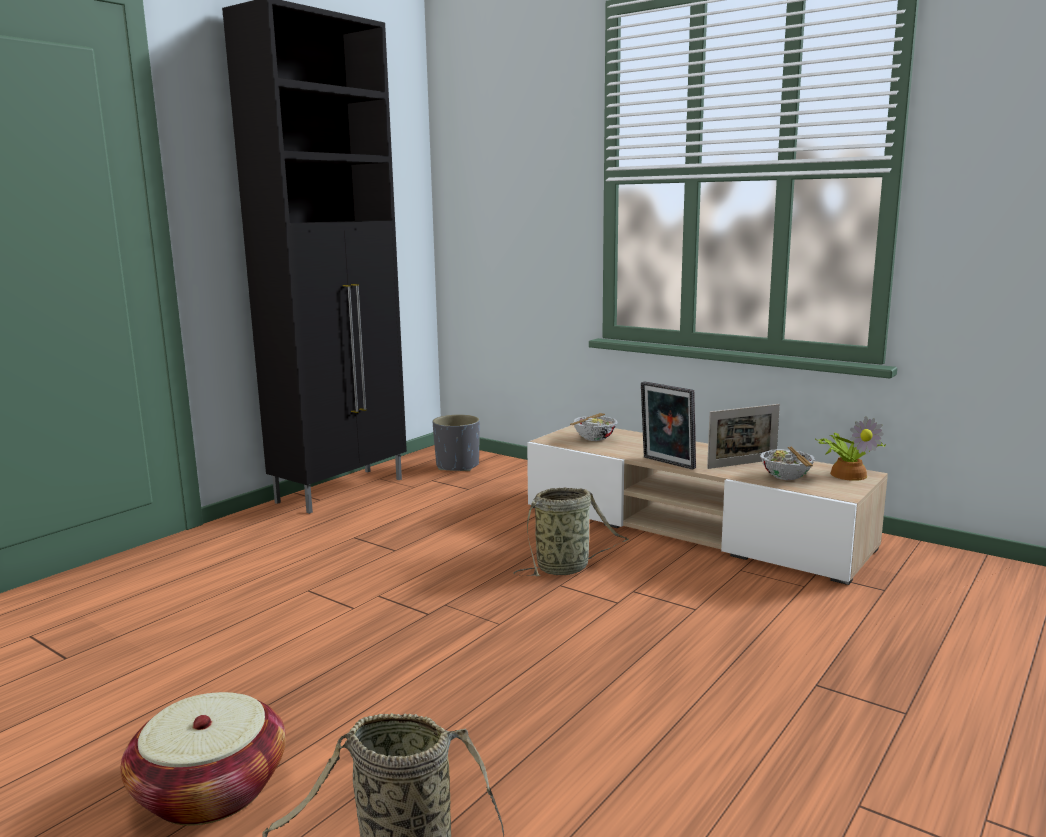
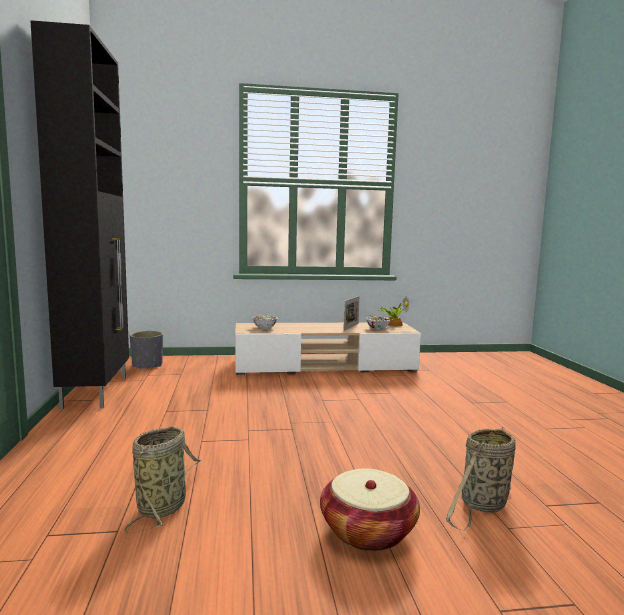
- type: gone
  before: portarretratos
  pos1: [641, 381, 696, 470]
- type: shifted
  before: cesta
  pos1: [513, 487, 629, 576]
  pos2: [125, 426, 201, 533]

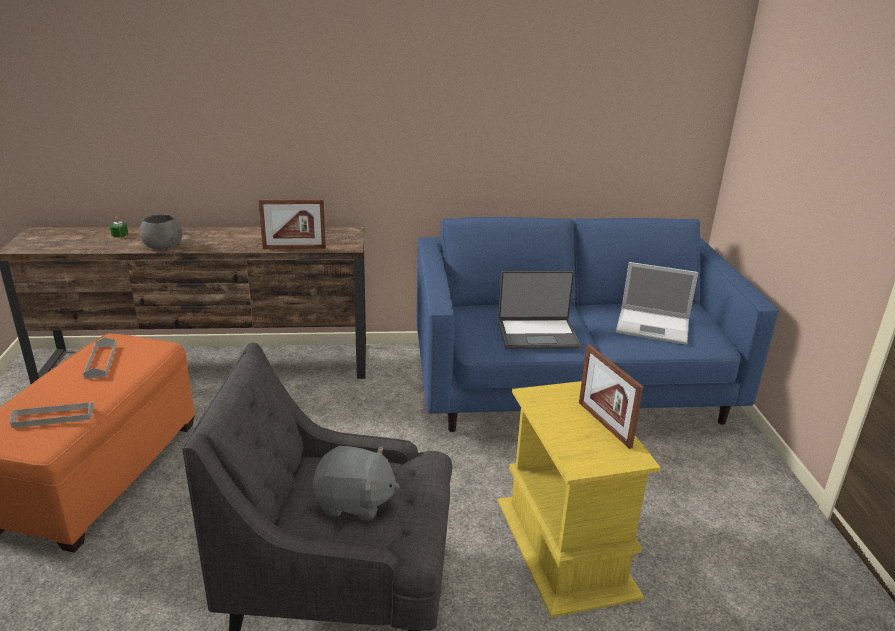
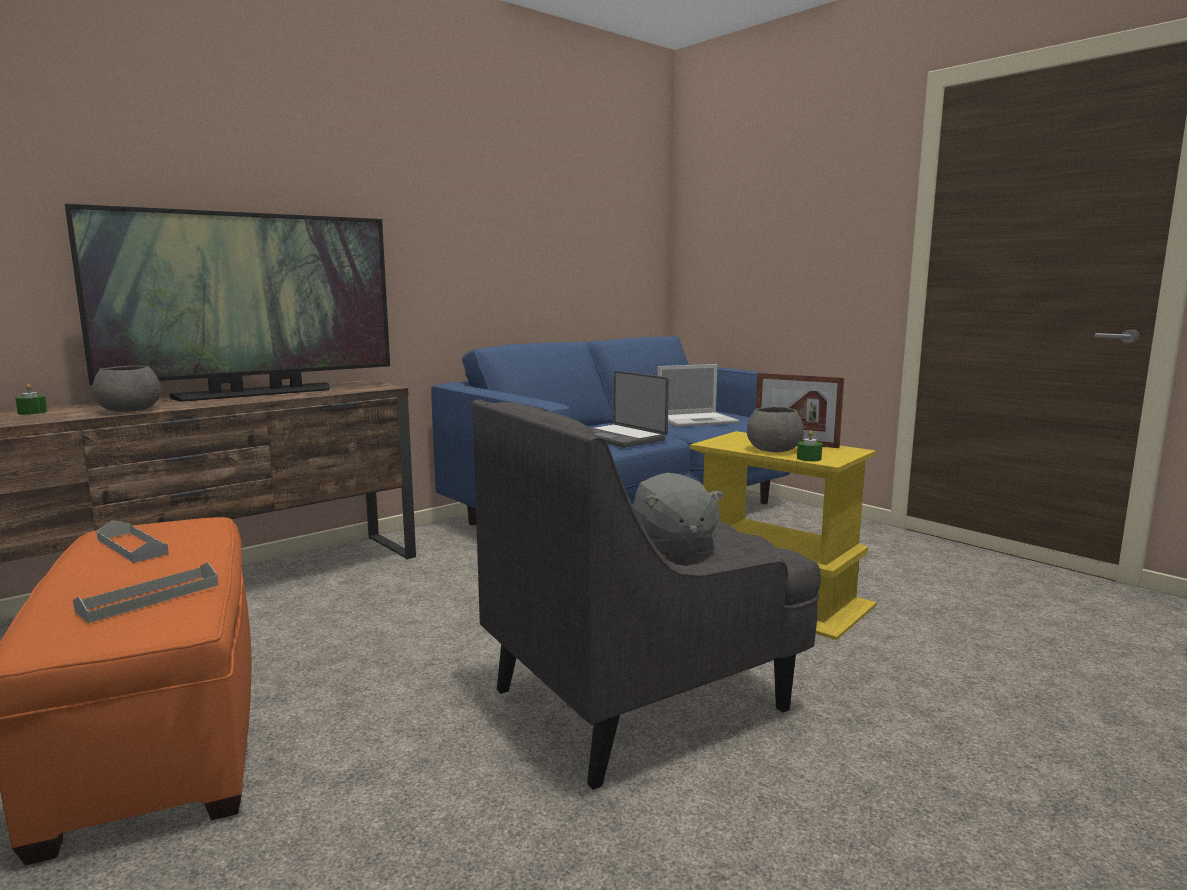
- type: gone
  before: portarretratos
  pos1: [259, 199, 326, 249]
- type: new
  after: televisor
  pos2: [65, 204, 390, 402]
- type: new
  after: cuenco [gris]
  pos2: [747, 407, 804, 452]
- type: new
  after: vela [verde]
  pos2: [797, 431, 822, 461]
- type: rotated
  before: peluche [gris]
  pos1: [313, 446, 400, 521]
  pos2: [633, 473, 725, 557]
  turn: 105
- type: rotated
  before: portátil
  pos1: [498, 271, 580, 349]
  pos2: [590, 371, 669, 448]
  turn: 90

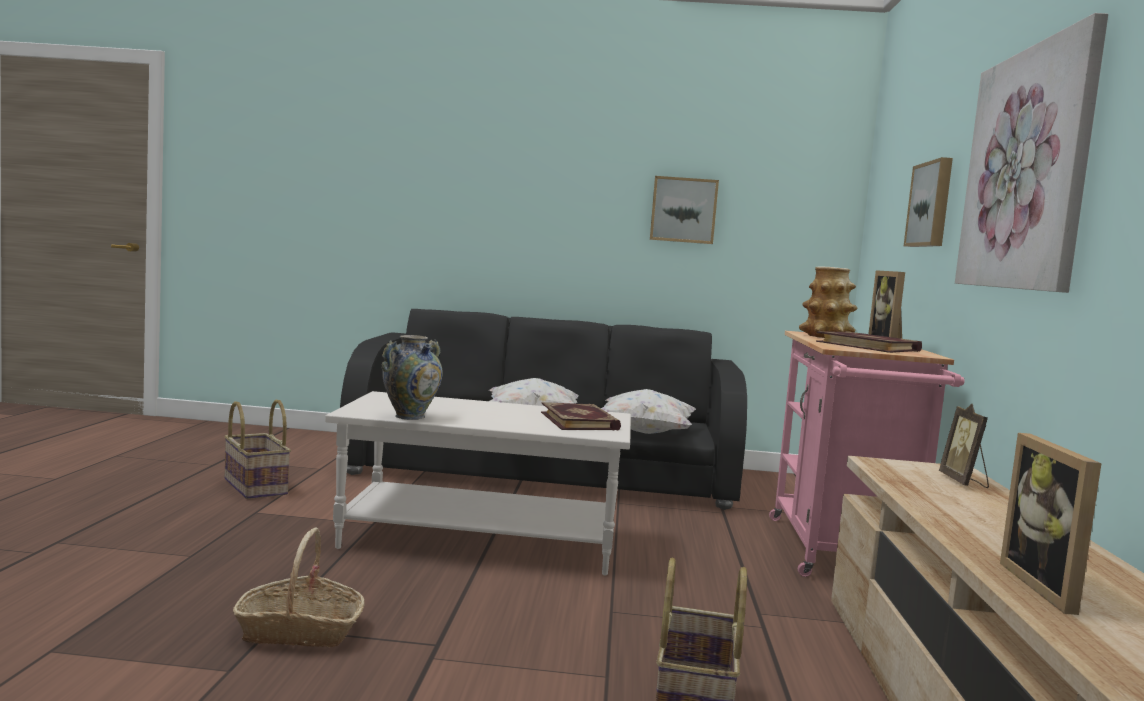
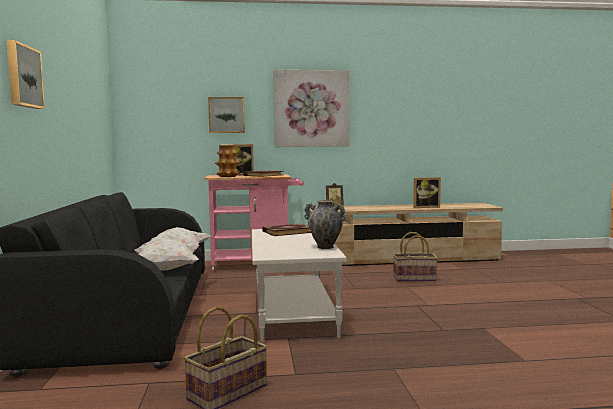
- type: gone
  before: cesta
  pos1: [233, 527, 365, 647]
- type: shifted
  before: cuadro
  pos1: [650, 176, 719, 244]
  pos2: [7, 40, 45, 109]

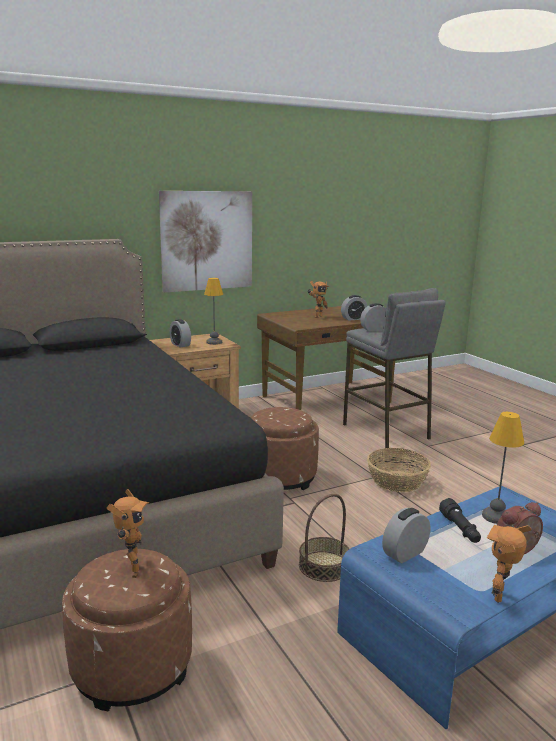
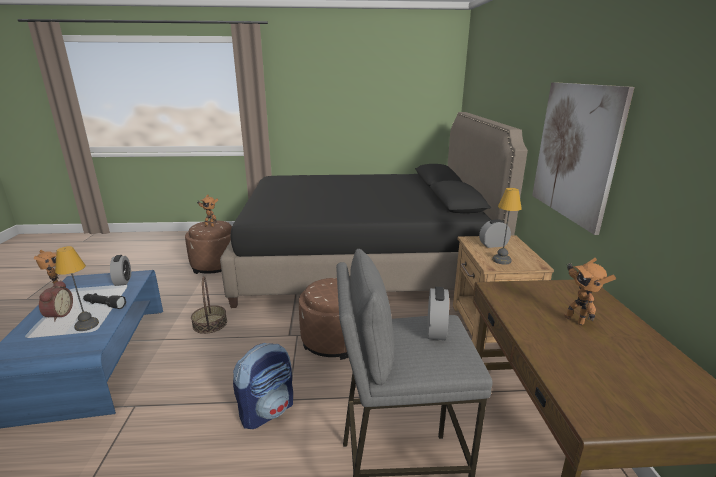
- type: gone
  before: despertador
  pos1: [341, 295, 368, 320]
- type: swapped
  before: cesta
  after: mochila
  pos1: [367, 448, 431, 492]
  pos2: [233, 343, 293, 429]

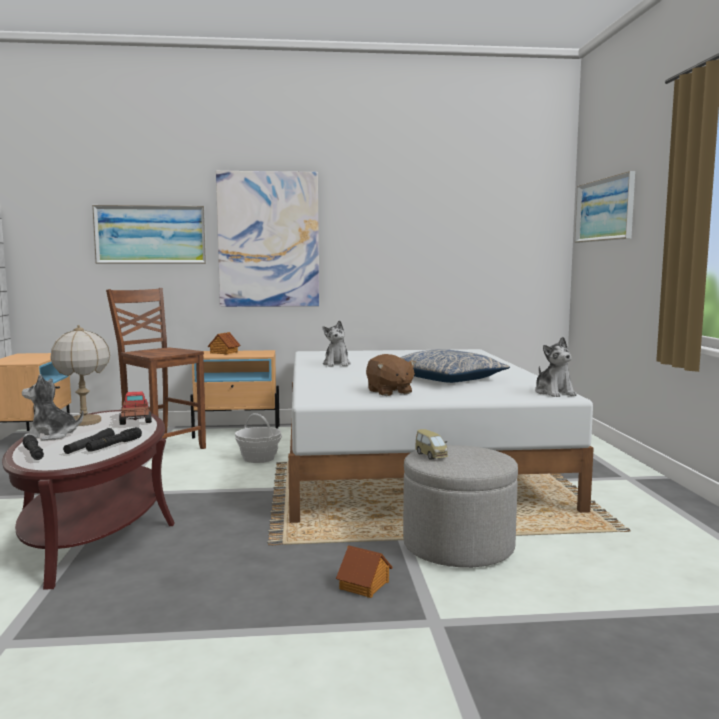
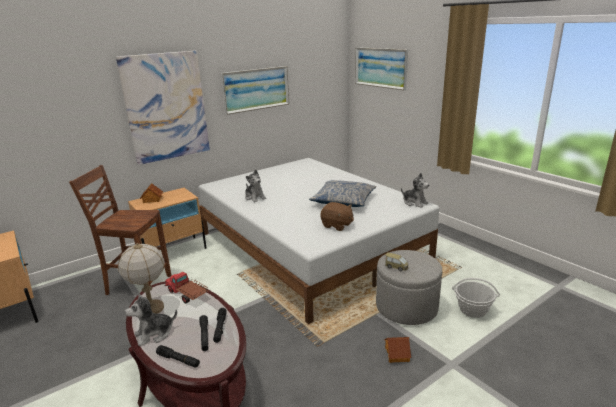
- type: shifted
  before: cuadro
  pos1: [92, 205, 207, 264]
  pos2: [221, 66, 289, 115]
- type: shifted
  before: cesta
  pos1: [235, 413, 282, 463]
  pos2: [452, 278, 500, 318]

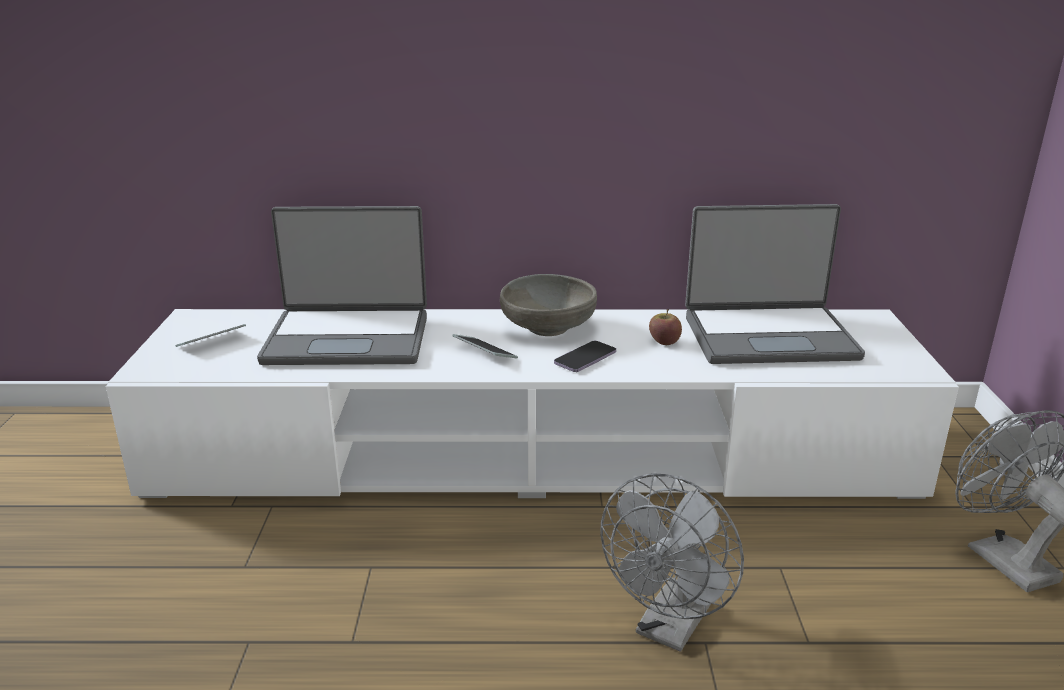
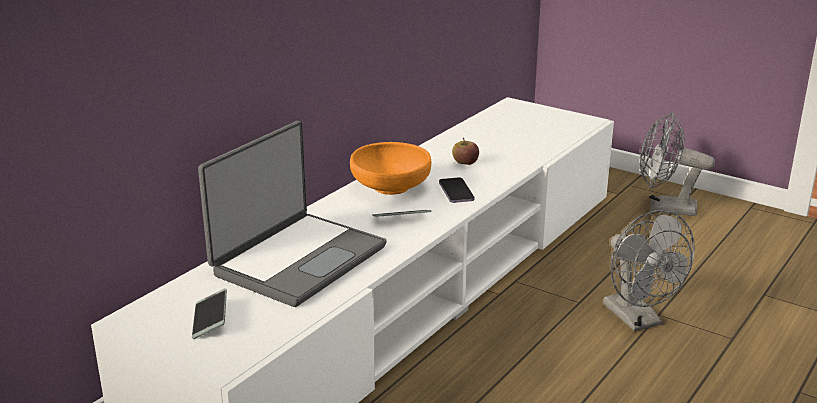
- type: gone
  before: portátil
  pos1: [685, 204, 865, 364]
- type: repainted
  before: cuenco [gris]
  after: cuenco [naranja]
  pos1: [500, 274, 597, 336]
  pos2: [350, 142, 431, 195]

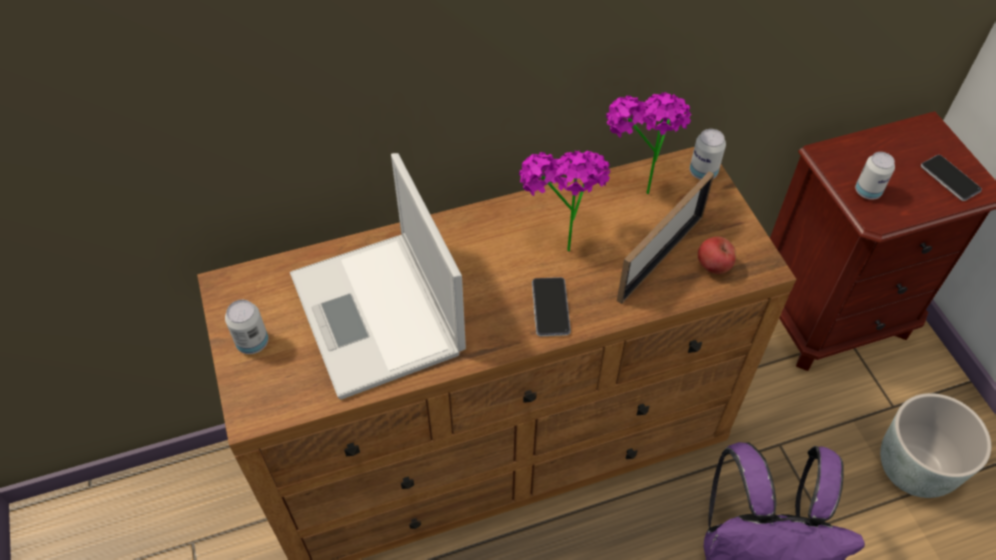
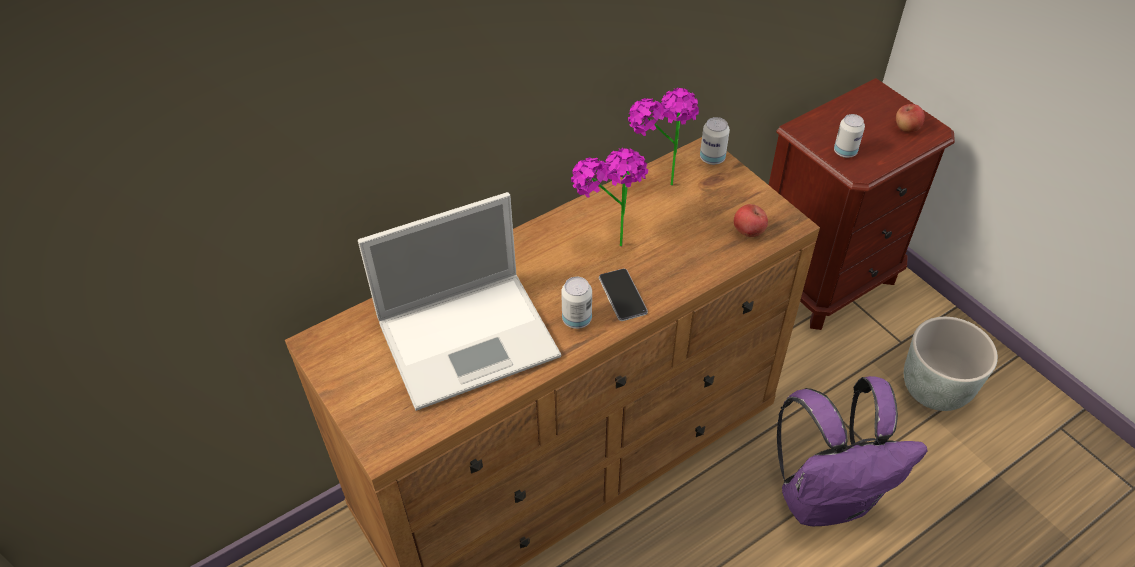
- type: gone
  before: portarretratos
  pos1: [617, 171, 714, 304]
- type: shifted
  before: lata
  pos1: [225, 300, 268, 354]
  pos2: [561, 277, 592, 329]
- type: swapped
  before: móvil
  after: manzana
  pos1: [921, 155, 982, 201]
  pos2: [896, 104, 925, 133]
- type: rotated
  before: portátil
  pos1: [290, 153, 466, 400]
  pos2: [358, 192, 561, 411]
  turn: -75

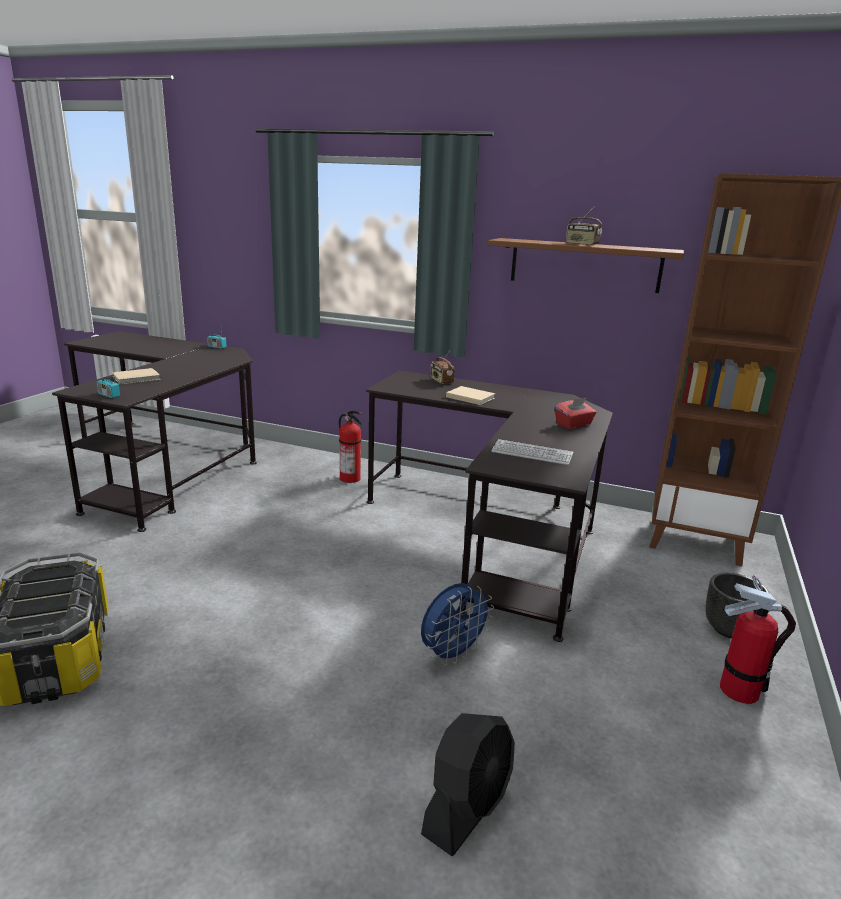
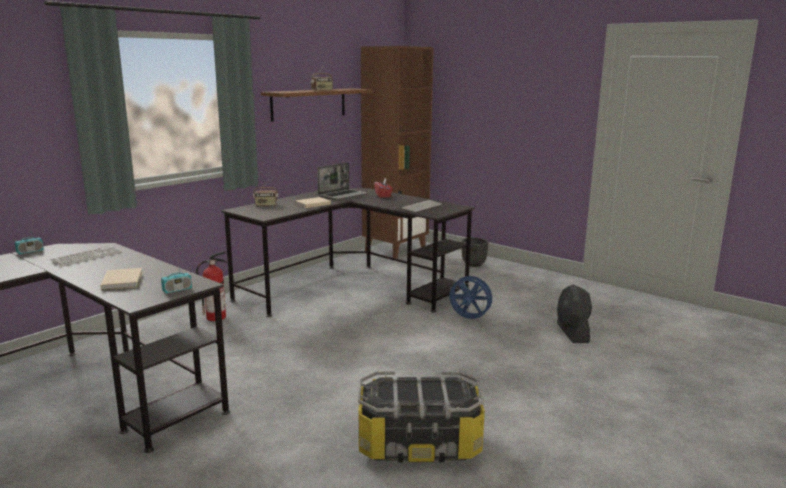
- type: gone
  before: extintor
  pos1: [720, 575, 796, 704]
- type: new
  after: teclado
  pos2: [51, 245, 121, 267]
- type: new
  after: portátil
  pos2: [317, 163, 367, 200]
- type: rotated
  before: ventilador [azul]
  pos1: [421, 583, 494, 665]
  pos2: [449, 273, 496, 319]
  turn: -45
- type: rotated
  before: ventilador [negro]
  pos1: [421, 713, 515, 856]
  pos2: [557, 284, 592, 343]
  turn: -150

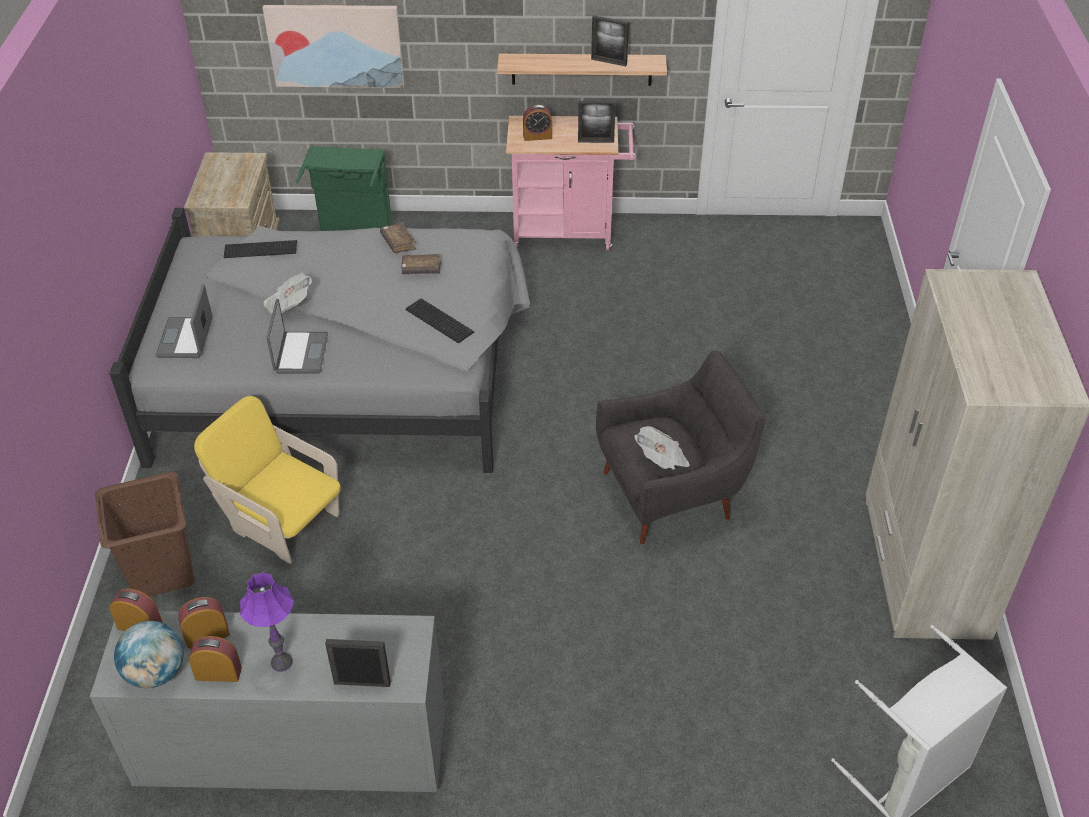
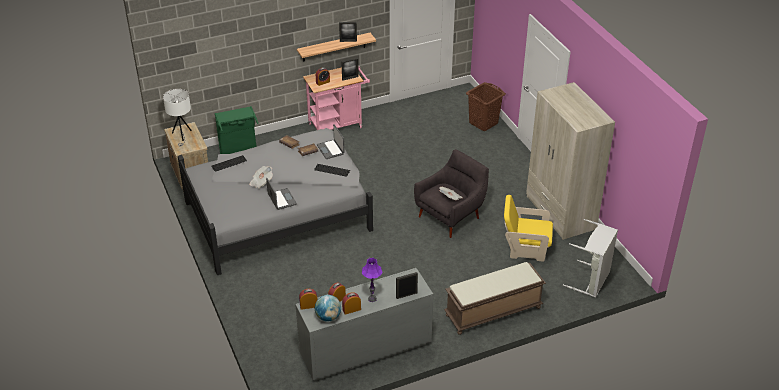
- type: gone
  before: cuadro
  pos1: [263, 5, 404, 88]
- type: new
  after: lámpara de mesa [blanco]
  pos2: [163, 89, 191, 146]
- type: new
  after: banco [marrón]
  pos2: [444, 262, 546, 335]
- type: shifted
  before: cesto de la ropa [marrón]
  pos1: [95, 472, 195, 597]
  pos2: [466, 82, 506, 131]
- type: shifted
  before: portátil
  pos1: [156, 284, 213, 358]
  pos2: [317, 124, 345, 159]
- type: shifted
  before: sillón [amarillo]
  pos1: [194, 396, 341, 564]
  pos2: [504, 195, 553, 262]

